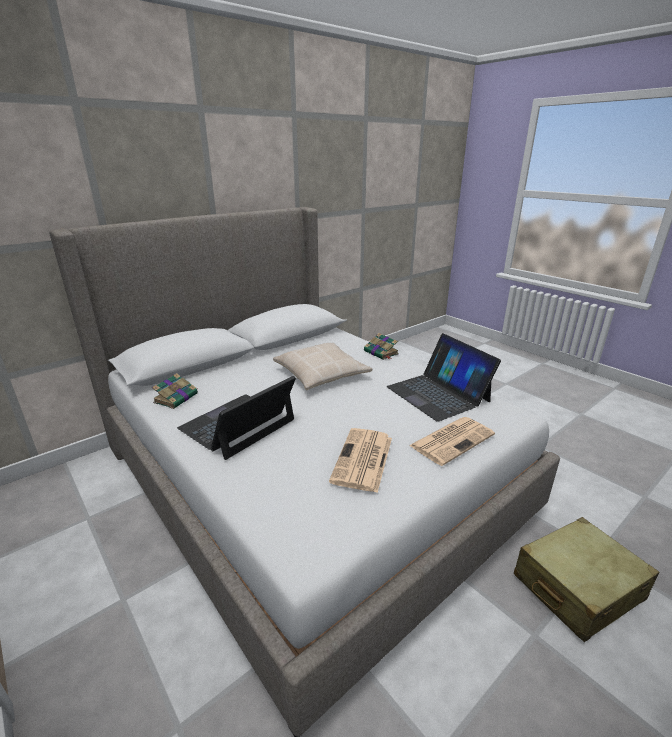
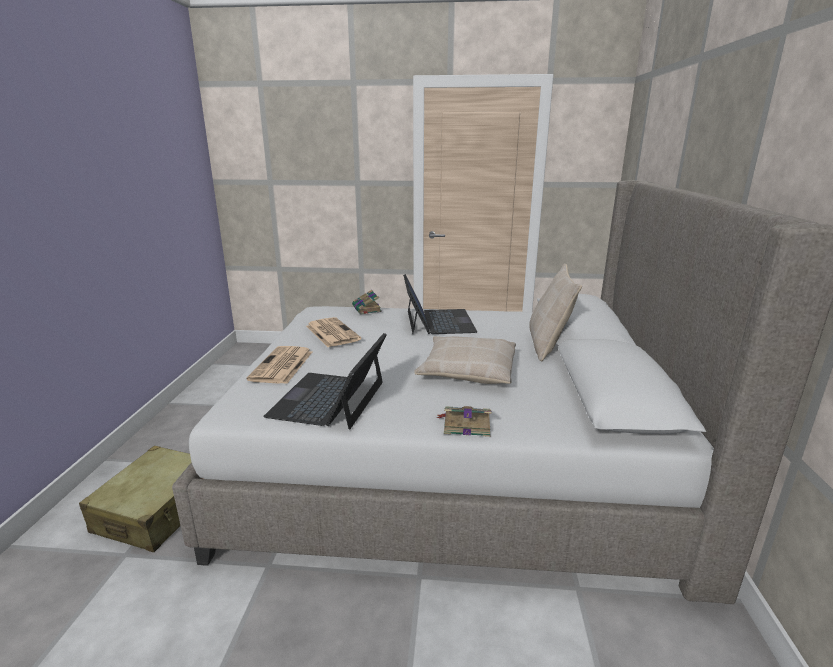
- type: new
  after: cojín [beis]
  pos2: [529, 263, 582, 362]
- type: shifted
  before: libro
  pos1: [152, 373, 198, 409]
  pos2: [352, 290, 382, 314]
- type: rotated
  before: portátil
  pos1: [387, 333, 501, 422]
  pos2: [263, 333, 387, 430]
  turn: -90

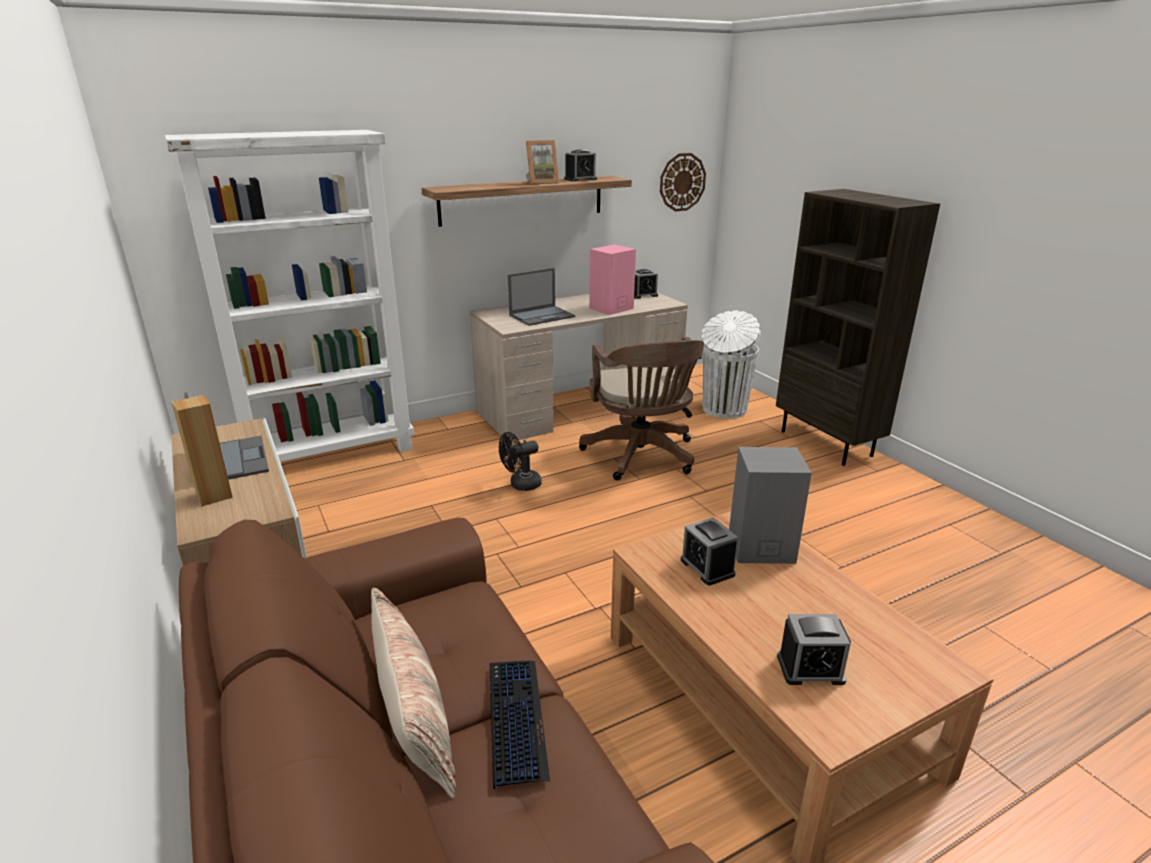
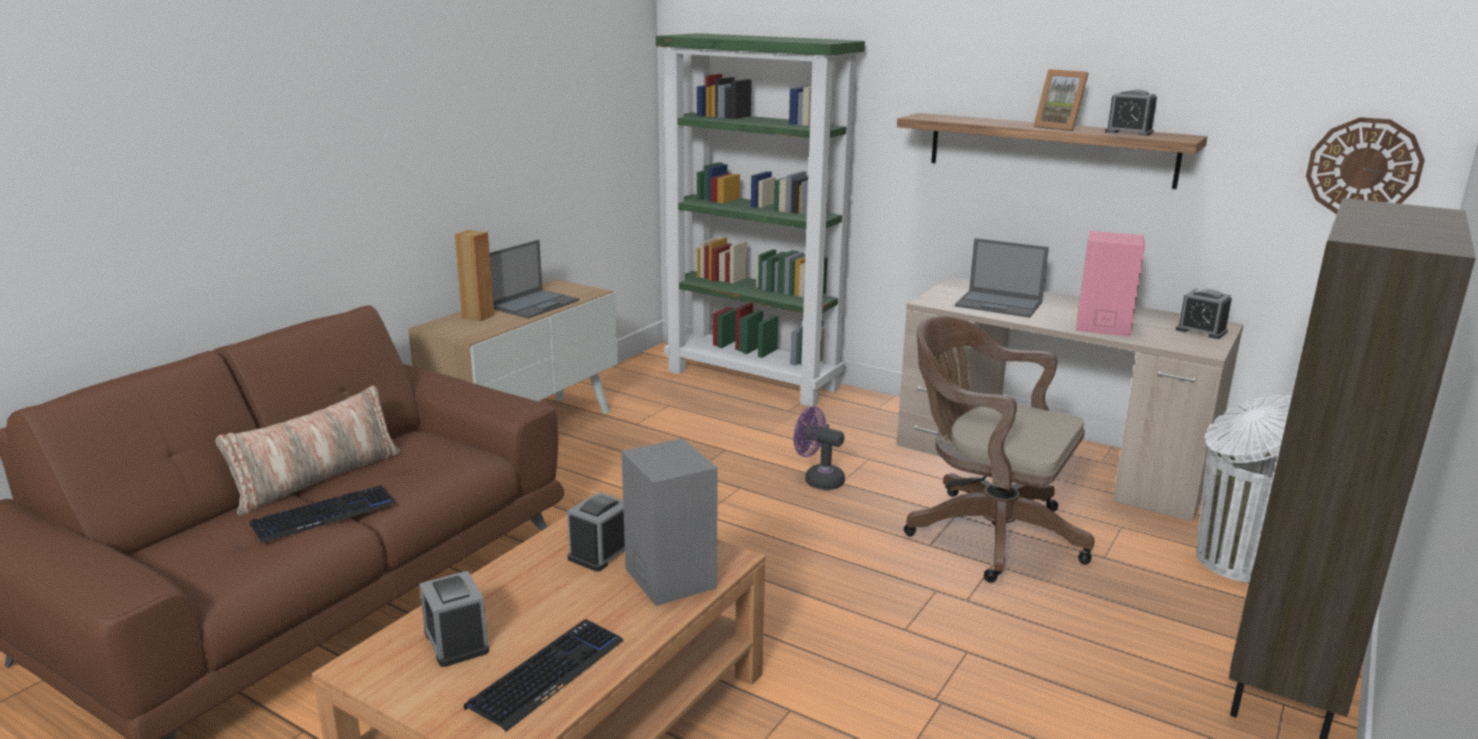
- type: new
  after: teclado
  pos2: [464, 619, 624, 732]
- type: repainted
  before: estantería [blanco]
  after: estantería [verde]
  pos1: [165, 130, 414, 462]
  pos2: [656, 33, 865, 407]
- type: repainted
  before: ventilador [negro]
  after: ventilador [morado]
  pos1: [499, 432, 542, 491]
  pos2: [794, 406, 845, 490]
- type: rotated
  before: silla de oficina [marrón]
  pos1: [579, 337, 704, 480]
  pos2: [904, 315, 1095, 583]
  turn: 75

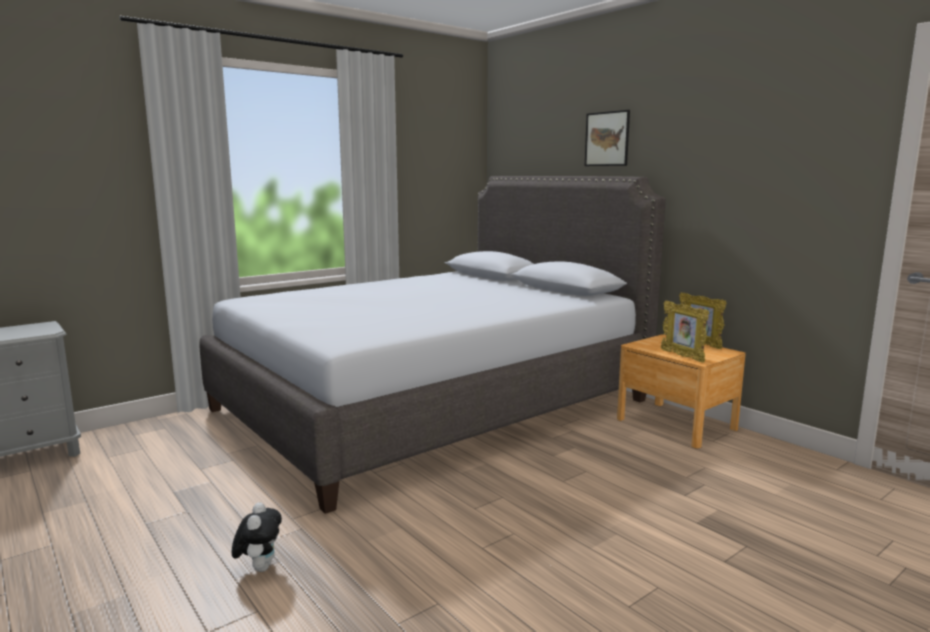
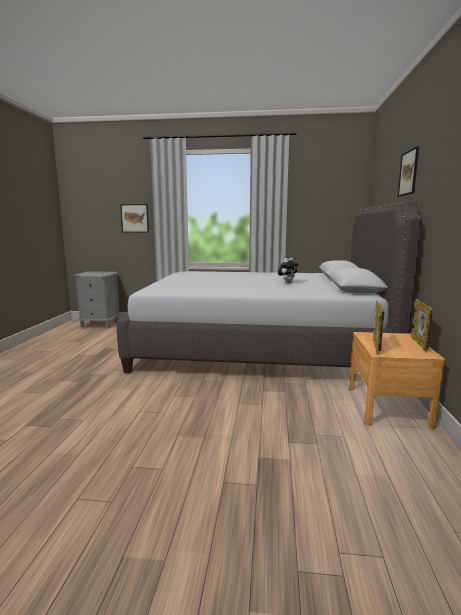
- type: new
  after: cuadro
  pos2: [120, 204, 149, 233]
- type: shifted
  before: peluche
  pos1: [232, 502, 282, 572]
  pos2: [278, 257, 299, 284]

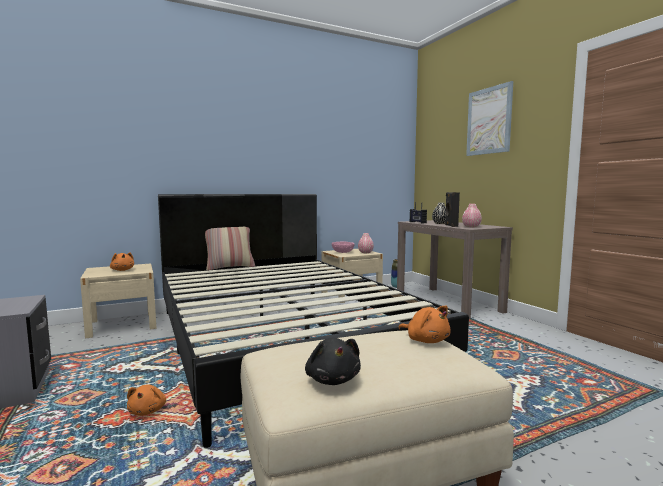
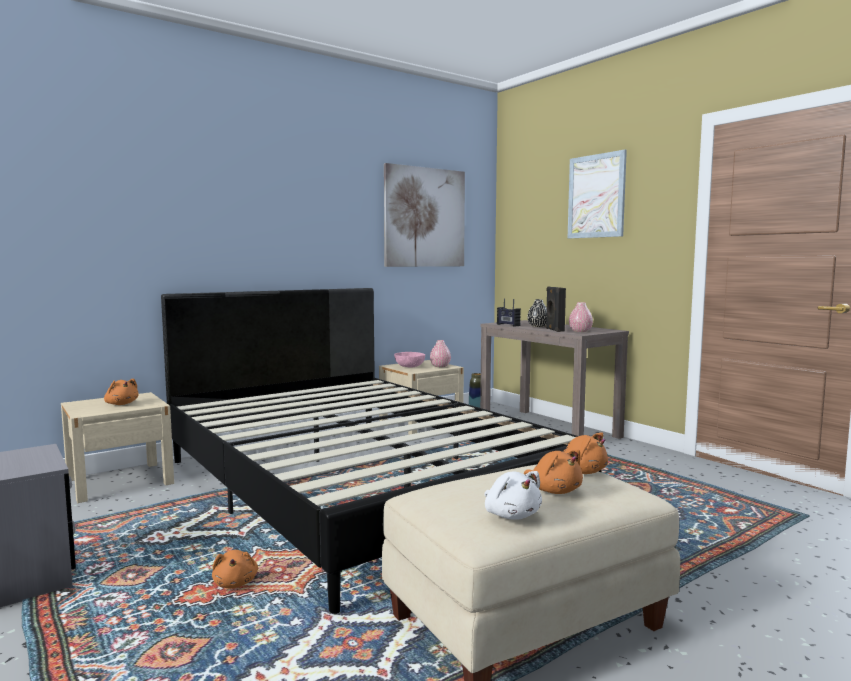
- type: gone
  before: cojín
  pos1: [205, 227, 255, 271]
- type: new
  after: cuadro
  pos2: [384, 163, 465, 267]
- type: new
  after: peluche [naranja]
  pos2: [524, 449, 583, 494]
- type: repainted
  before: peluche [negro]
  after: peluche [blanco]
  pos1: [305, 338, 361, 385]
  pos2: [484, 471, 542, 519]

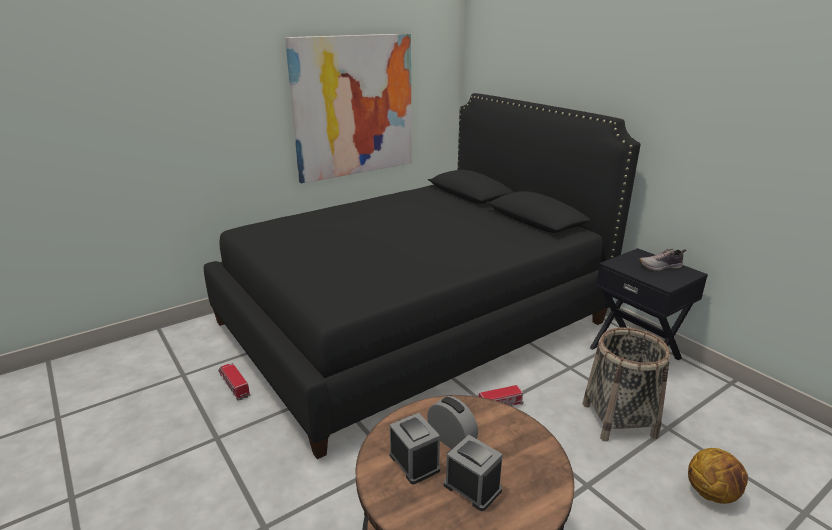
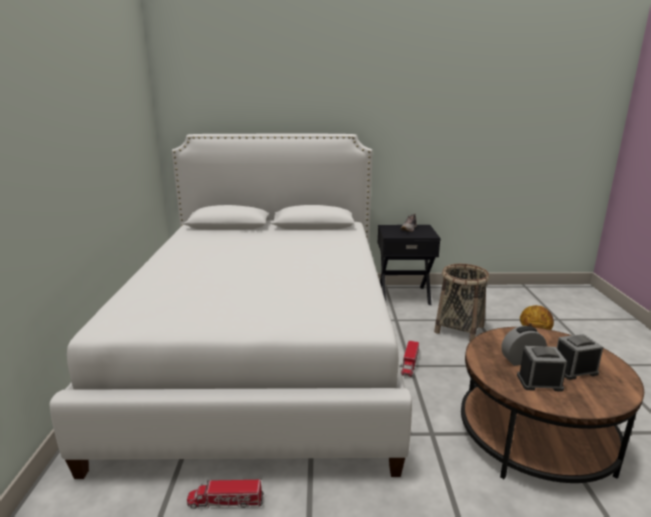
- type: gone
  before: cuadro
  pos1: [285, 34, 411, 183]
- type: repainted
  before: cama [negro]
  after: cama [blanco]
  pos1: [204, 93, 640, 459]
  pos2: [49, 134, 412, 479]

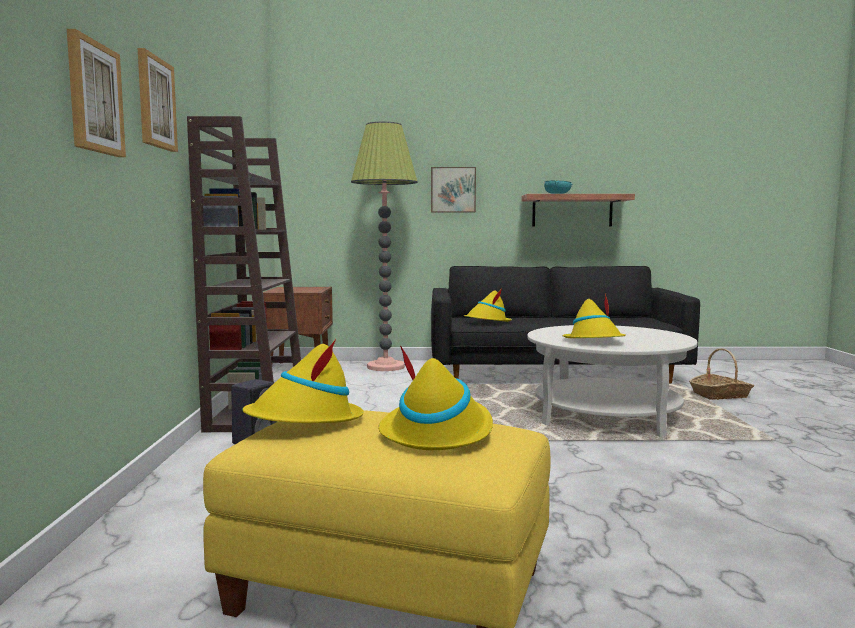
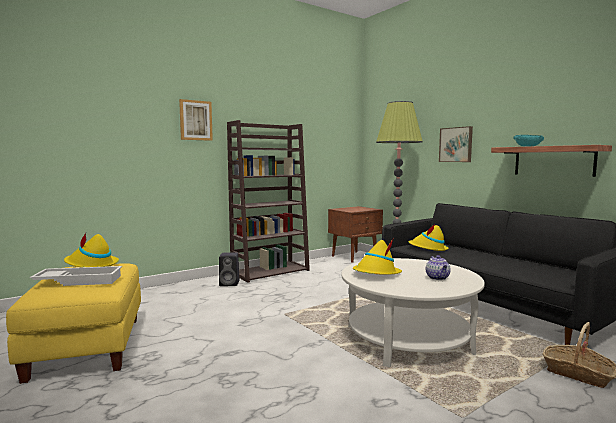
- type: gone
  before: cuadro
  pos1: [67, 29, 126, 157]
- type: new
  after: tetera
  pos2: [426, 255, 451, 280]
- type: swapped
  before: sombrero [amarillo]
  after: bandeja [blanco]
  pos1: [378, 346, 493, 450]
  pos2: [30, 266, 122, 286]

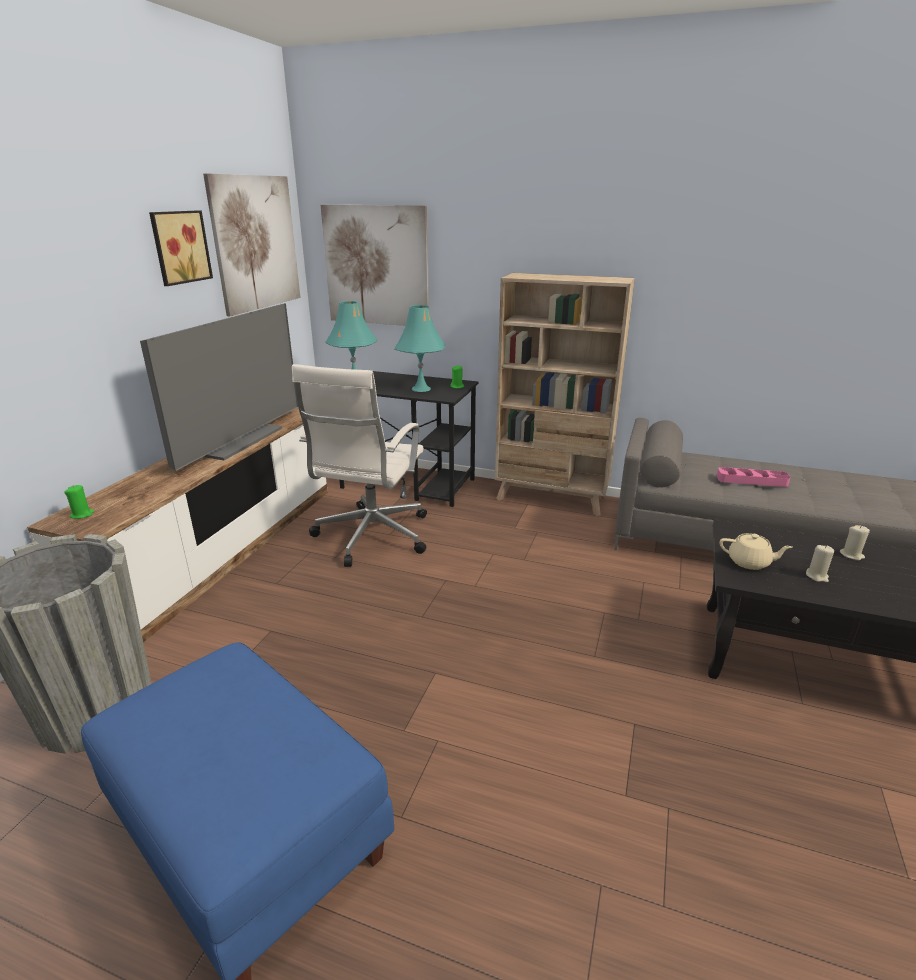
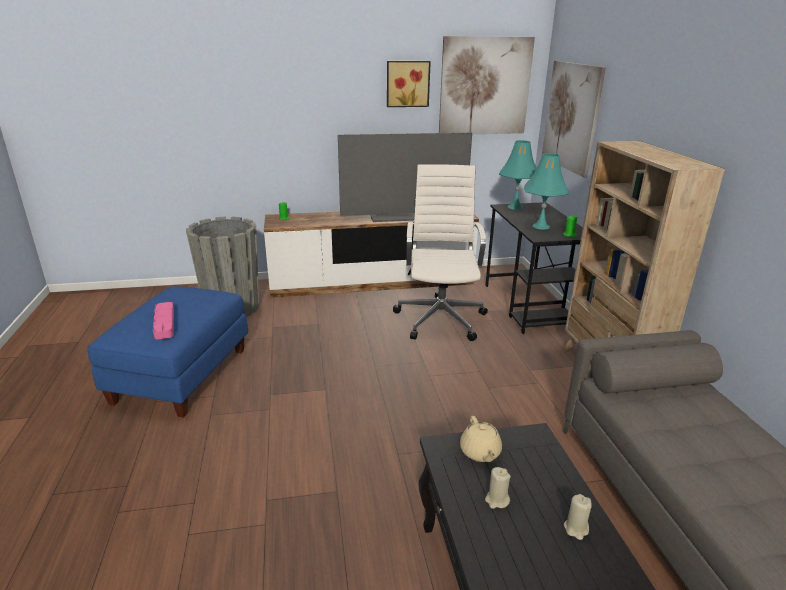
- type: shifted
  before: bandeja [rosa]
  pos1: [717, 467, 790, 487]
  pos2: [153, 302, 174, 339]
- type: rotated
  before: silla de oficina [blanco]
  pos1: [292, 364, 427, 567]
  pos2: [393, 164, 488, 341]
  turn: 105

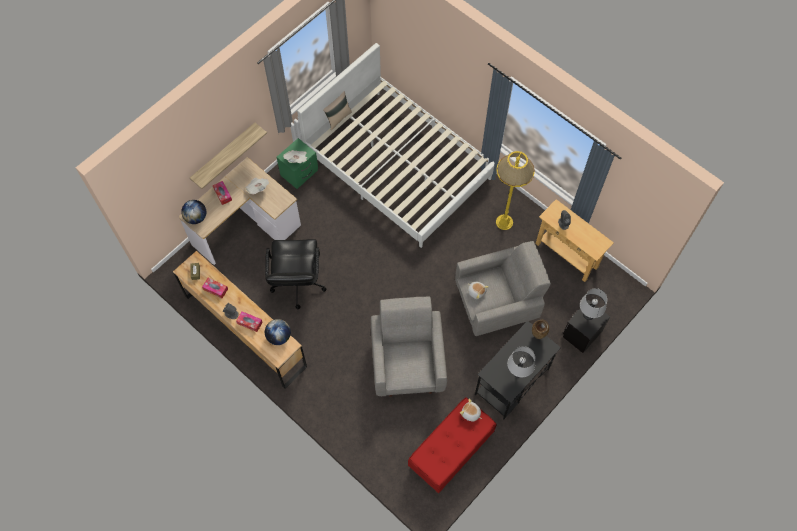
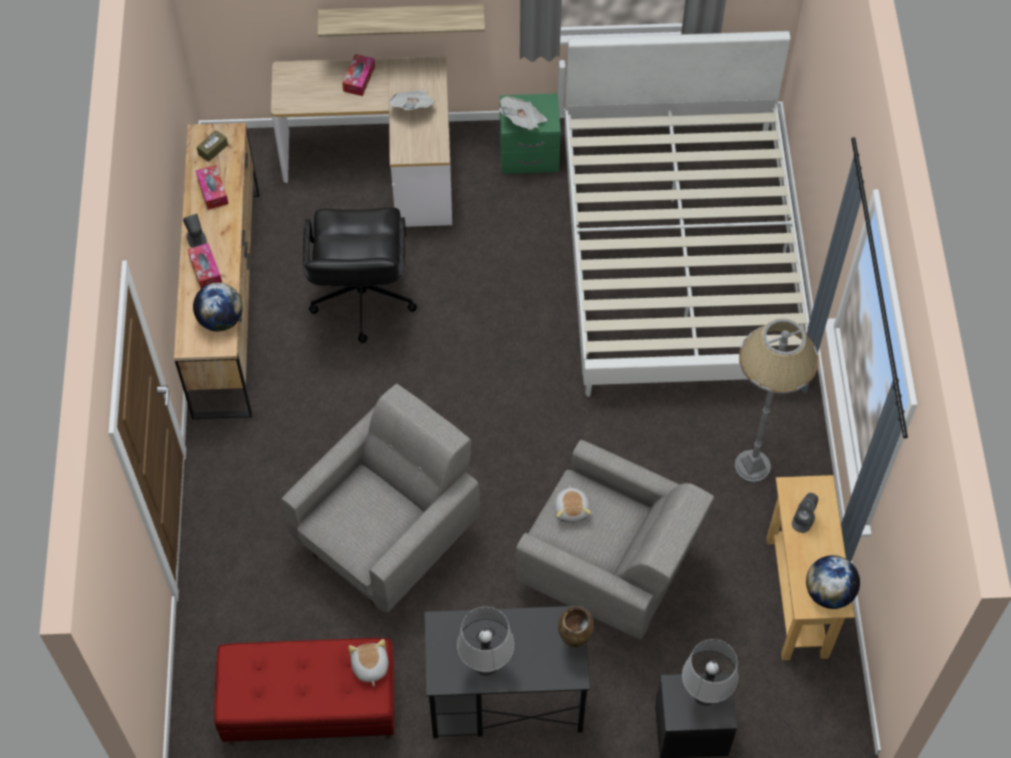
- type: gone
  before: cojín [beis]
  pos1: [323, 91, 352, 130]
- type: shifted
  before: globo terráqueo
  pos1: [181, 200, 206, 224]
  pos2: [806, 555, 860, 609]
- type: repainted
  before: lámpara de pie [amarillo]
  after: lámpara de pie [gris]
  pos1: [496, 151, 535, 230]
  pos2: [735, 318, 819, 482]
- type: rotated
  before: silla de oficina [negro]
  pos1: [265, 239, 327, 309]
  pos2: [303, 208, 417, 343]
  turn: -45

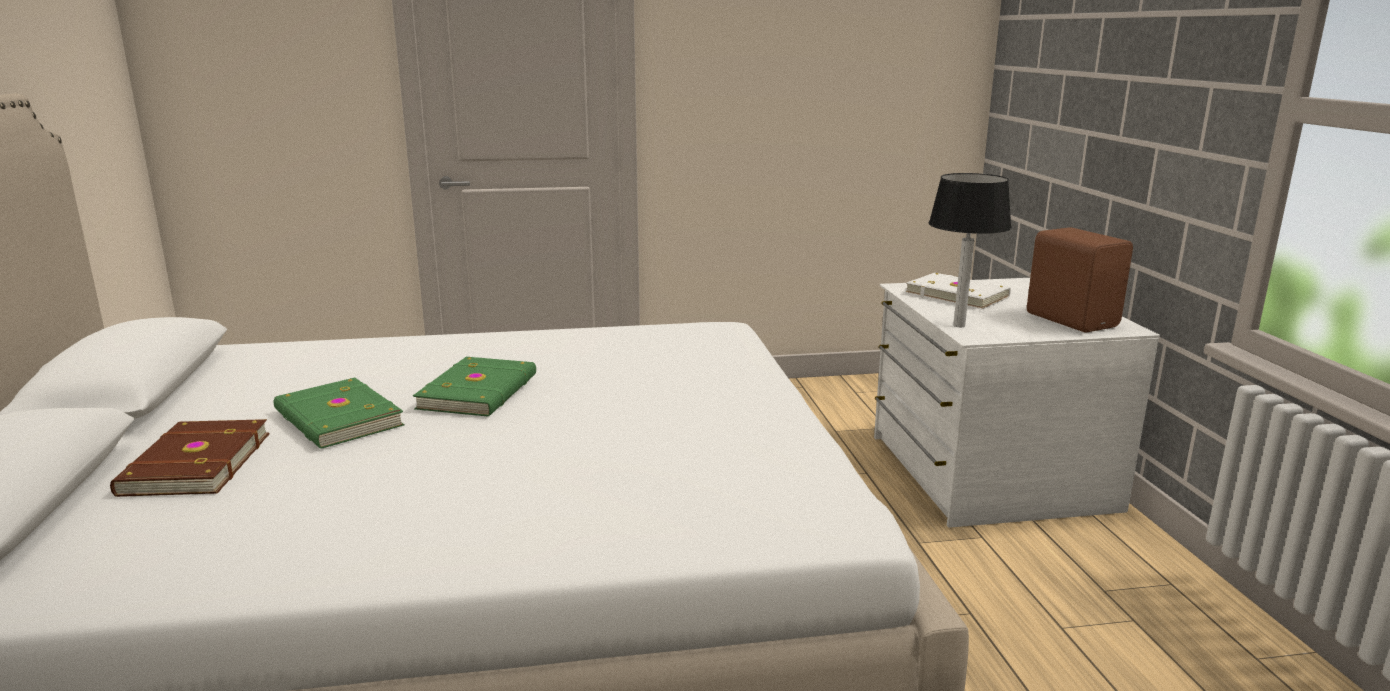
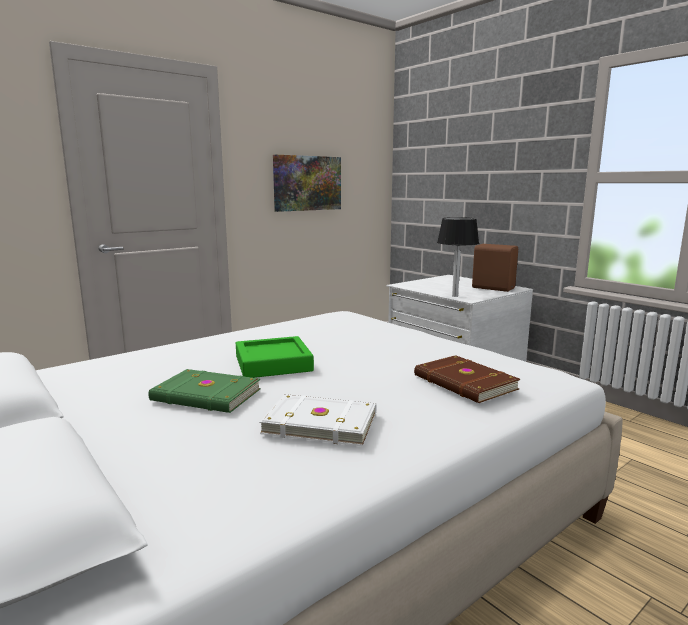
- type: new
  after: cuadro
  pos2: [273, 155, 341, 212]
- type: shifted
  before: libro [marrón]
  pos1: [110, 419, 269, 497]
  pos2: [414, 355, 520, 403]
- type: shifted
  before: libro [blanco]
  pos1: [905, 273, 1011, 310]
  pos2: [259, 394, 376, 447]
- type: swapped
  before: libro [verde]
  after: bandeja [verde]
  pos1: [413, 357, 536, 417]
  pos2: [236, 336, 314, 378]

